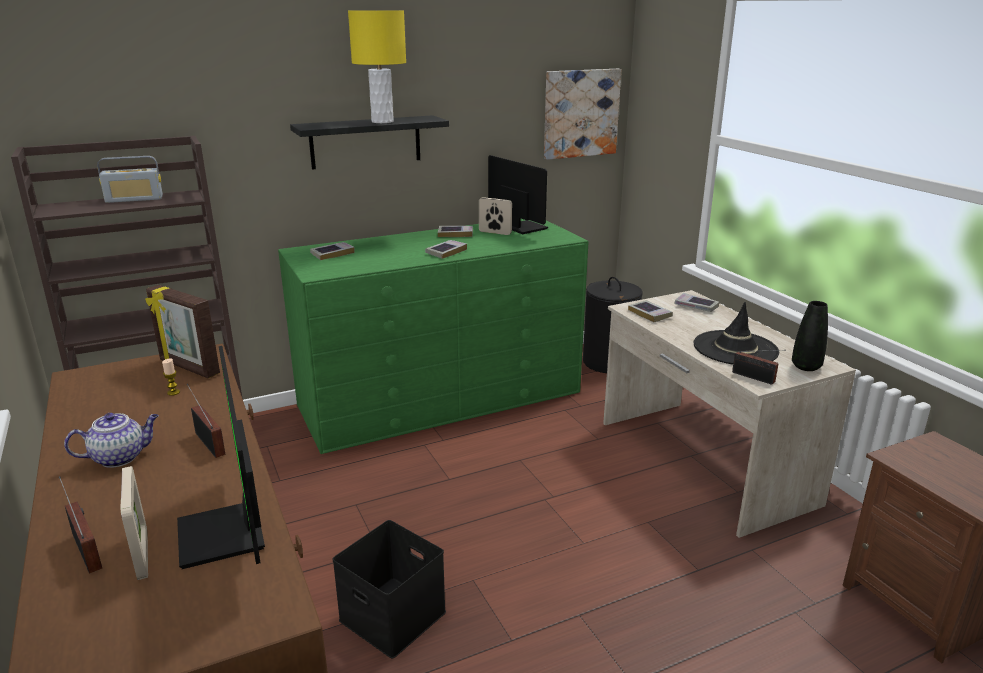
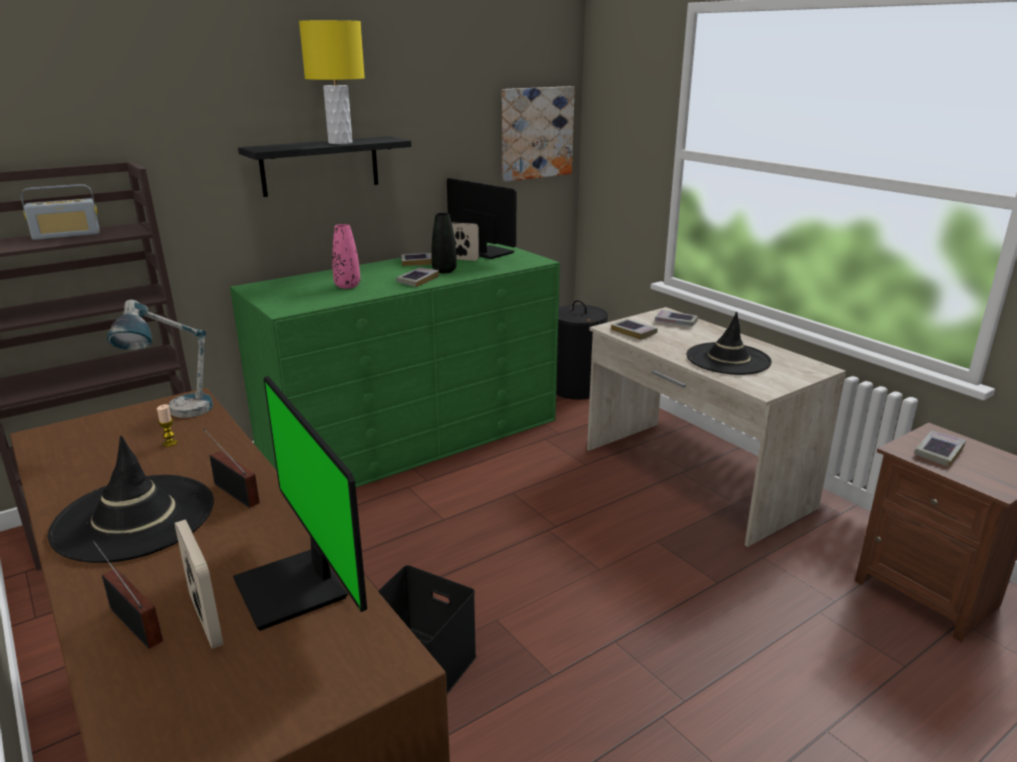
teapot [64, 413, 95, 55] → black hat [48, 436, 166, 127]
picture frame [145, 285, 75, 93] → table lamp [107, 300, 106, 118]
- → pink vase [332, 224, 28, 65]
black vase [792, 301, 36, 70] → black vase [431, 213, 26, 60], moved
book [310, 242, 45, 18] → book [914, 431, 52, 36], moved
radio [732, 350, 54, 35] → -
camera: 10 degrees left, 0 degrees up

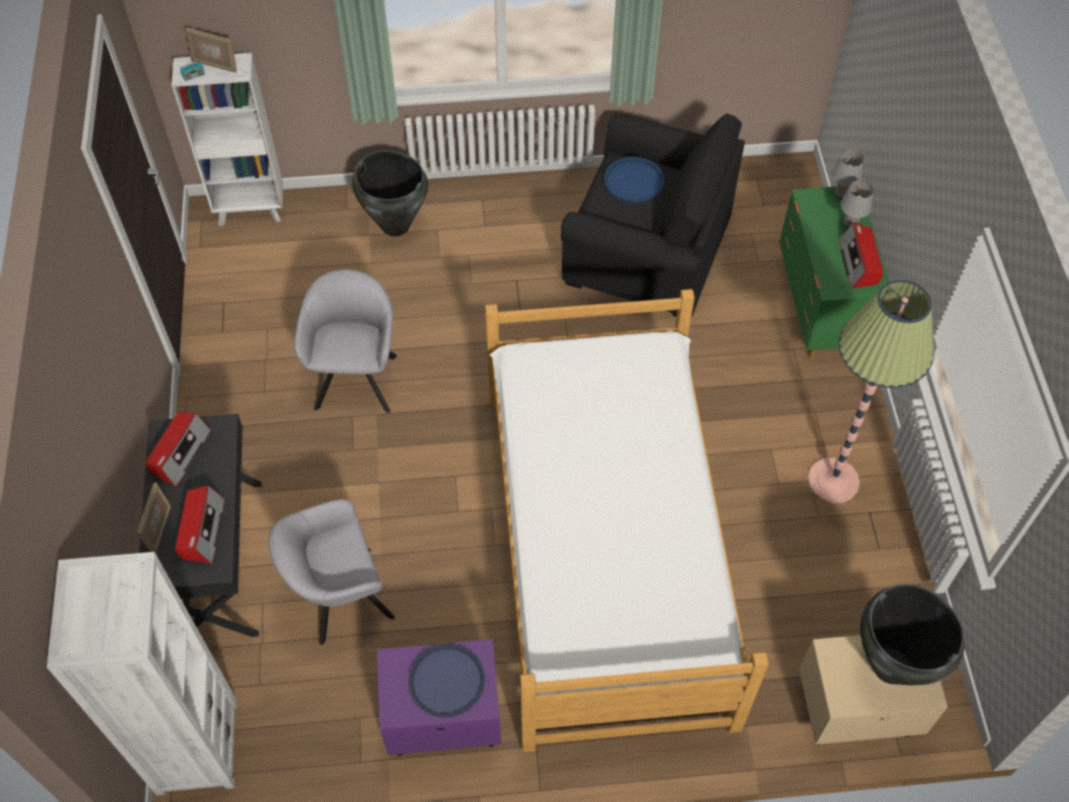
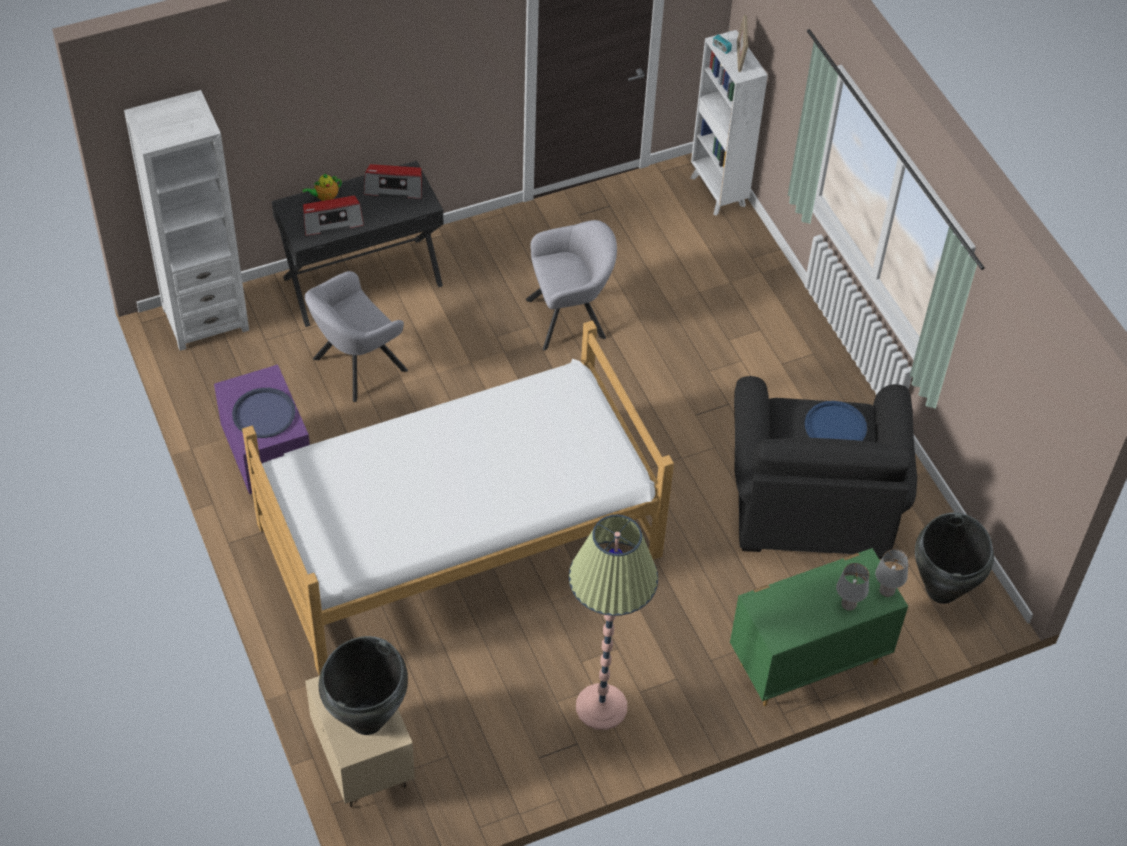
picture frame [137, 482, 34, 71] → teapot [303, 174, 39, 27]
grey armchair [269, 499, 126, 146] → grey armchair [305, 271, 103, 131], 90 degrees counterclockwise
black vase [352, 150, 76, 87] → black vase [915, 512, 79, 92], moved
radio [839, 223, 44, 66] → -
camera: 70 degrees right, 5 degrees down

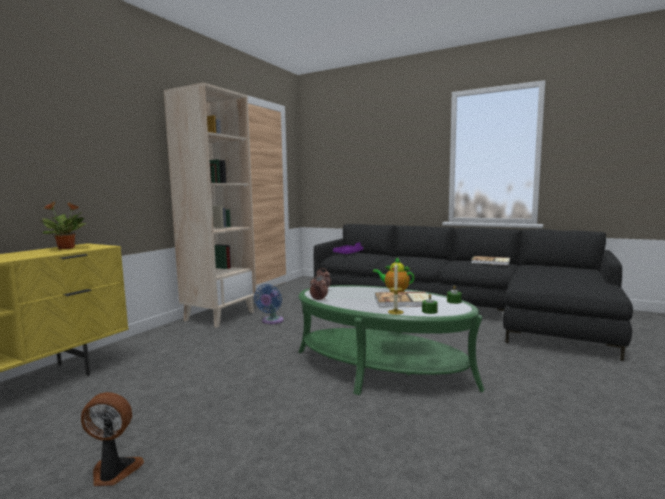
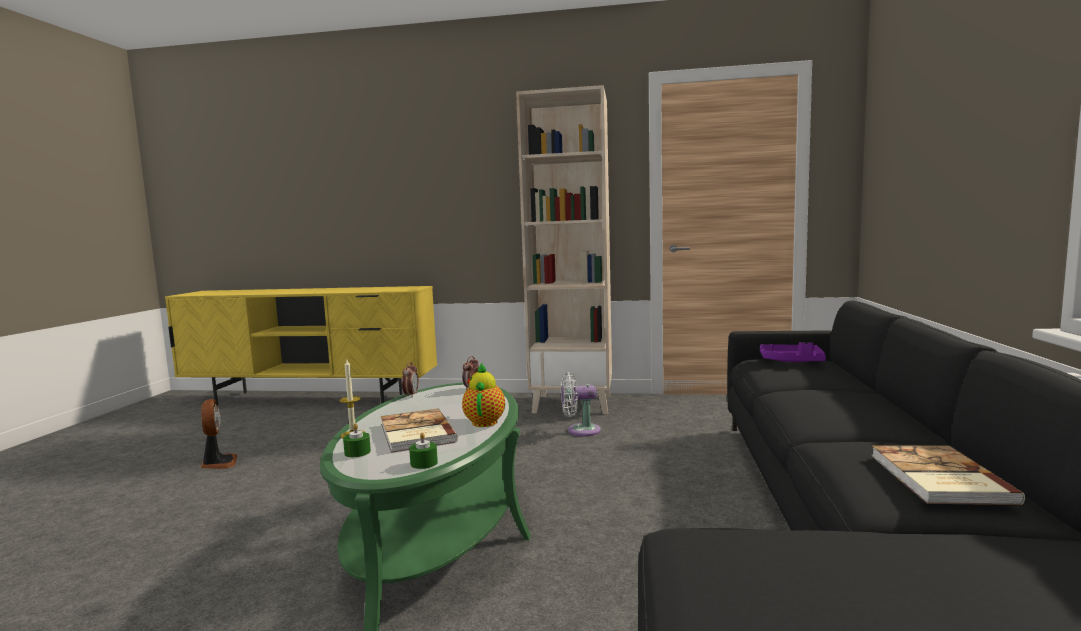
blue fan [254, 284, 30, 40] → white fan [561, 372, 40, 64]
potted plant [39, 201, 47, 48] → -
camera: 70 degrees right, 0 degrees up

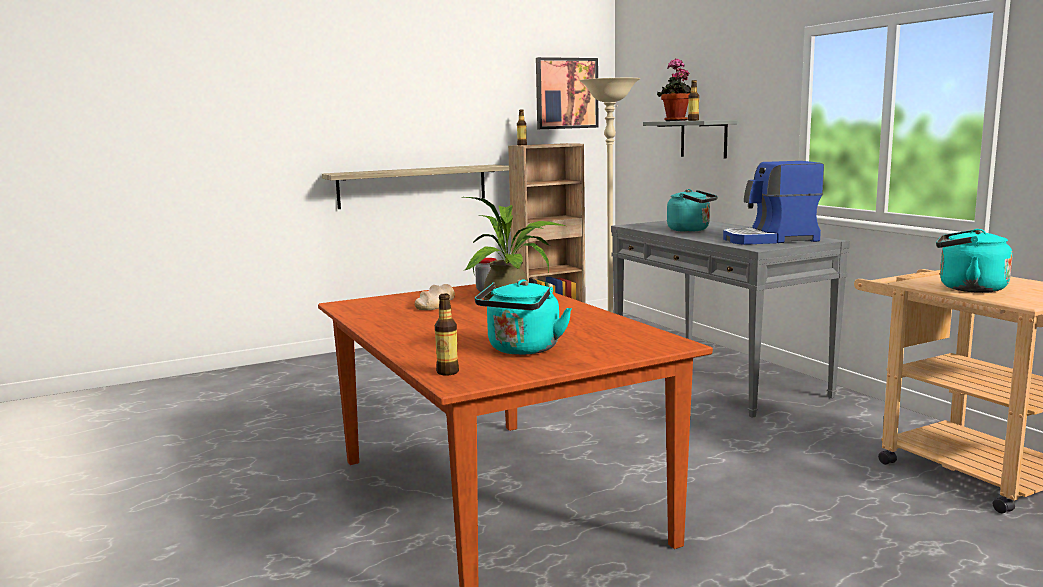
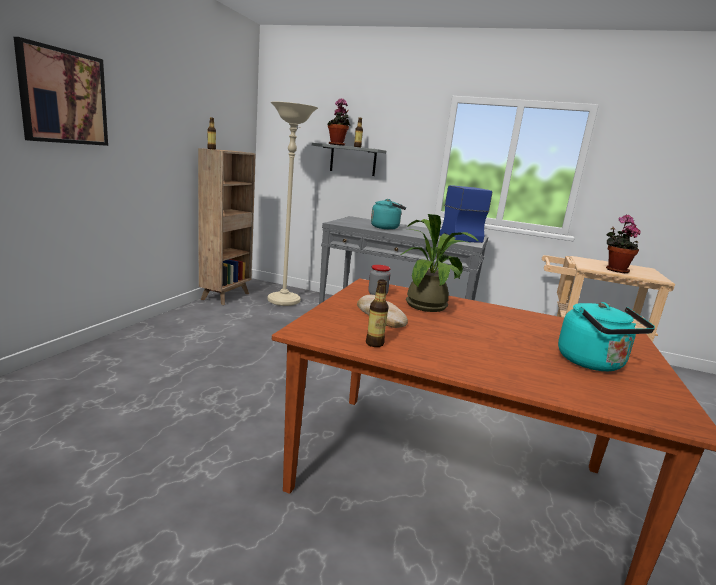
picture [536, 57, 62, 72] → picture [14, 37, 94, 109], moved
bottle [435, 294, 24, 82] → bottle [366, 279, 23, 68], moved
coffee machine [723, 161, 101, 84] → coffee machine [439, 185, 53, 58], 120 degrees clockwise
turquoise kettle [936, 229, 76, 64] → potted plant [606, 215, 35, 58]
shelf [322, 165, 187, 44] → -
camera: 45 degrees left, 5 degrees up

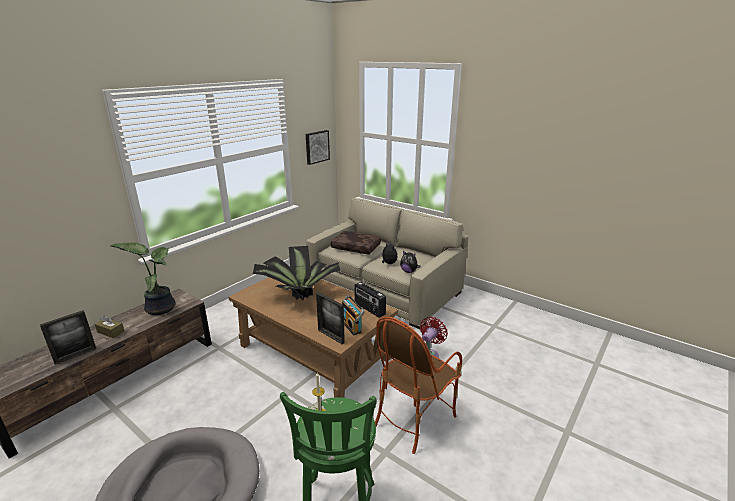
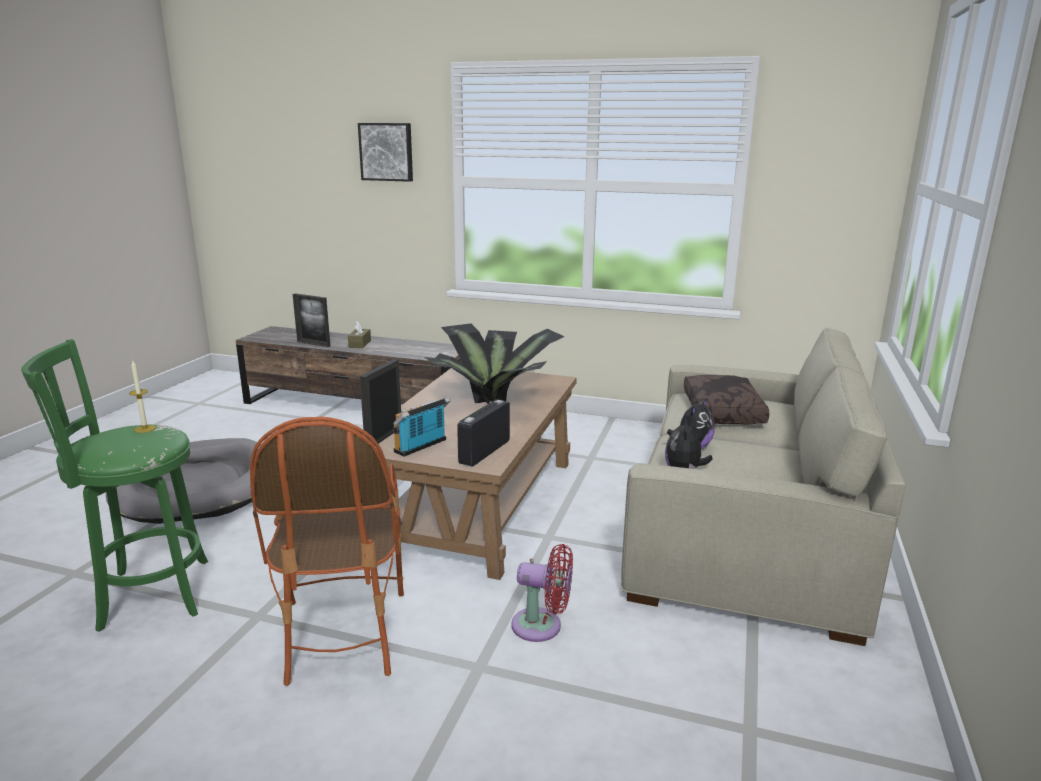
armchair [375, 317, 87, 137] → armchair [250, 417, 154, 269], 120 degrees counterclockwise
picture [306, 130, 24, 35] → picture [358, 123, 55, 59], moved
potted plant [110, 242, 66, 73] → -
camera: 70 degrees right, 5 degrees down

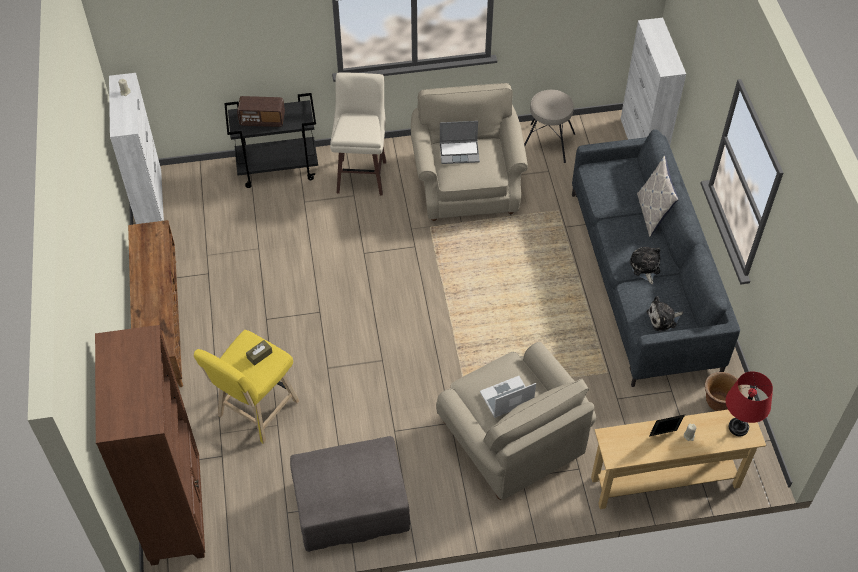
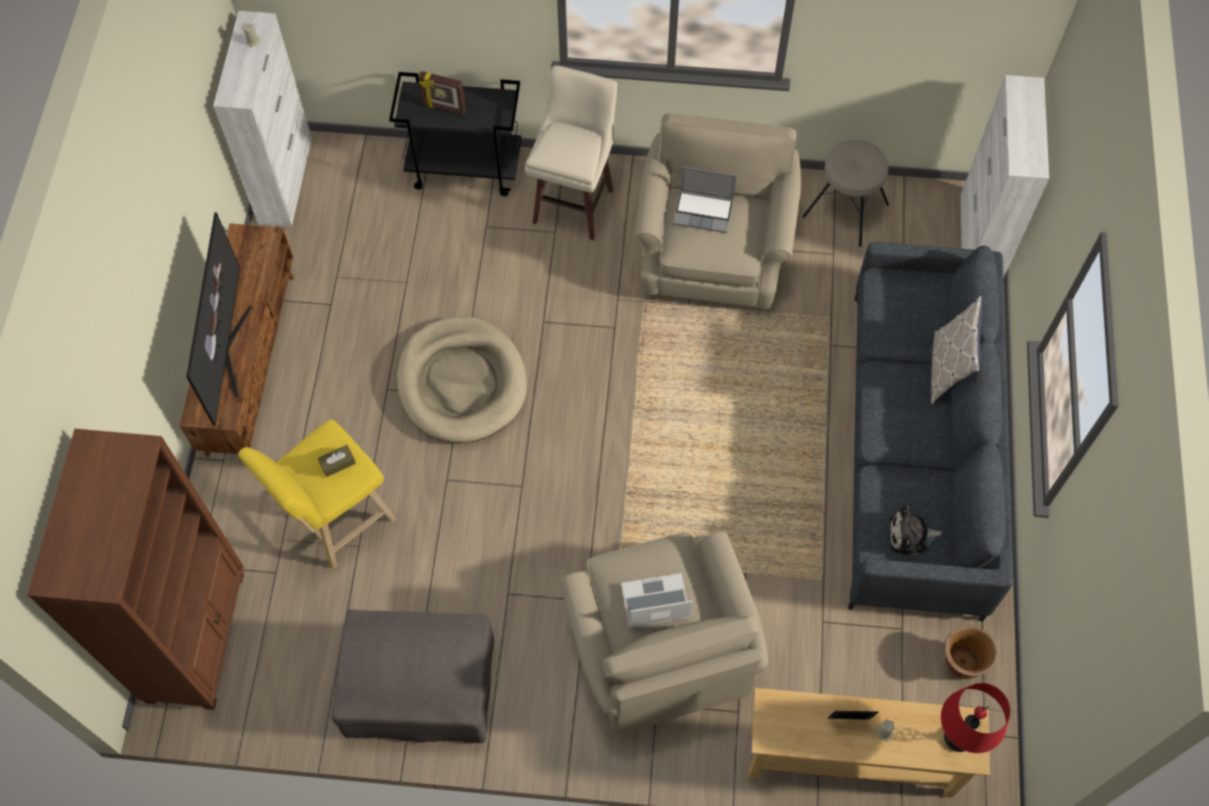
- → television [186, 212, 66, 214]
- → beige dog bed [397, 316, 130, 127]
radio [237, 96, 48, 31] → picture frame [418, 71, 48, 44]
plush toy [630, 247, 30, 37] → -
camera: 15 degrees right, 10 degrees up

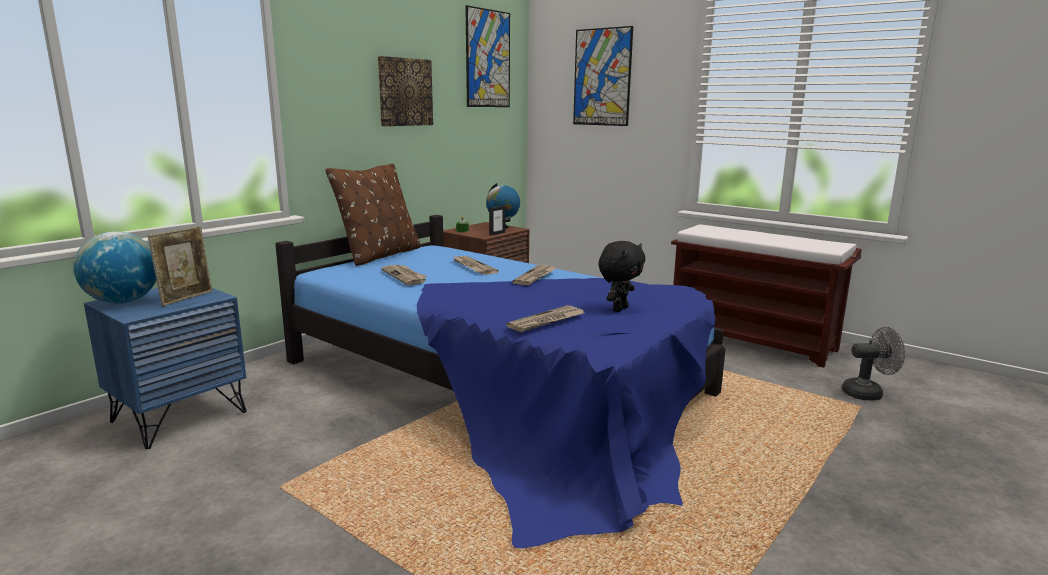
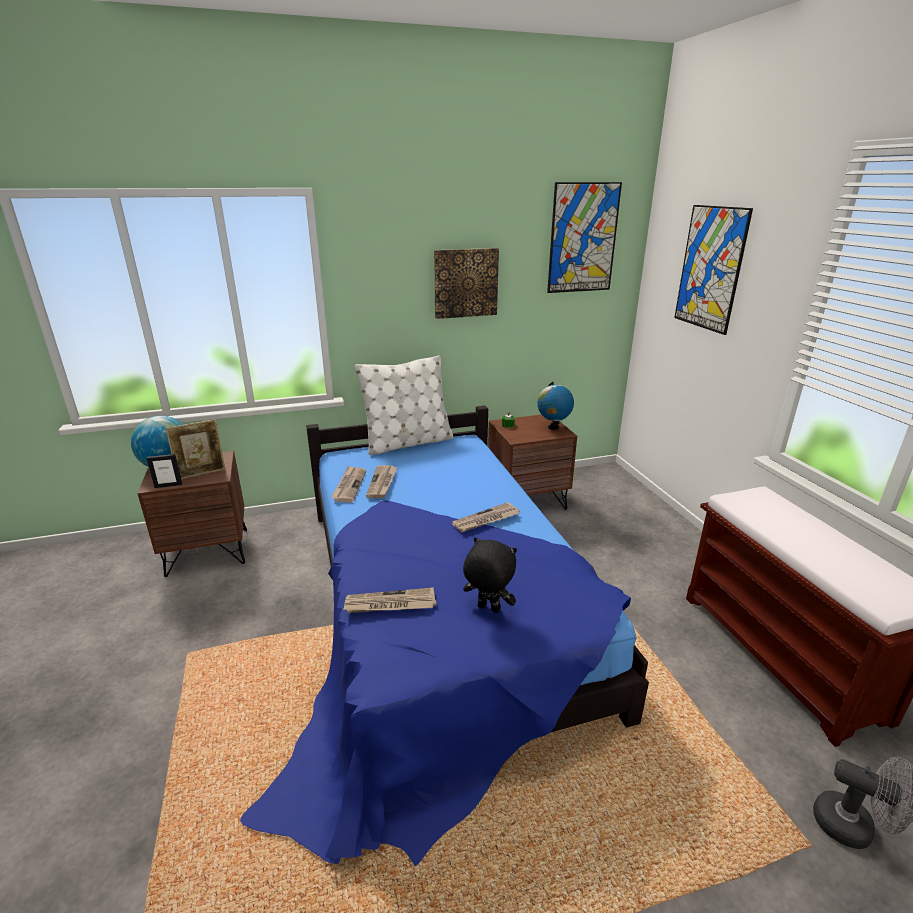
blue nightstand [84, 288, 162, 161] → brown nightstand [137, 451, 110, 126]
picture frame [489, 206, 16, 30] → picture frame [147, 454, 35, 34], moved
newspaper [453, 256, 46, 19] → newspaper [330, 466, 36, 36], moved
brown pillow [325, 163, 96, 103] → white pillow [355, 355, 98, 100]
black plush toy [598, 241, 48, 71] → black plush toy [463, 537, 54, 76], 135 degrees counterclockwise
camera: 35 degrees right, 10 degrees up

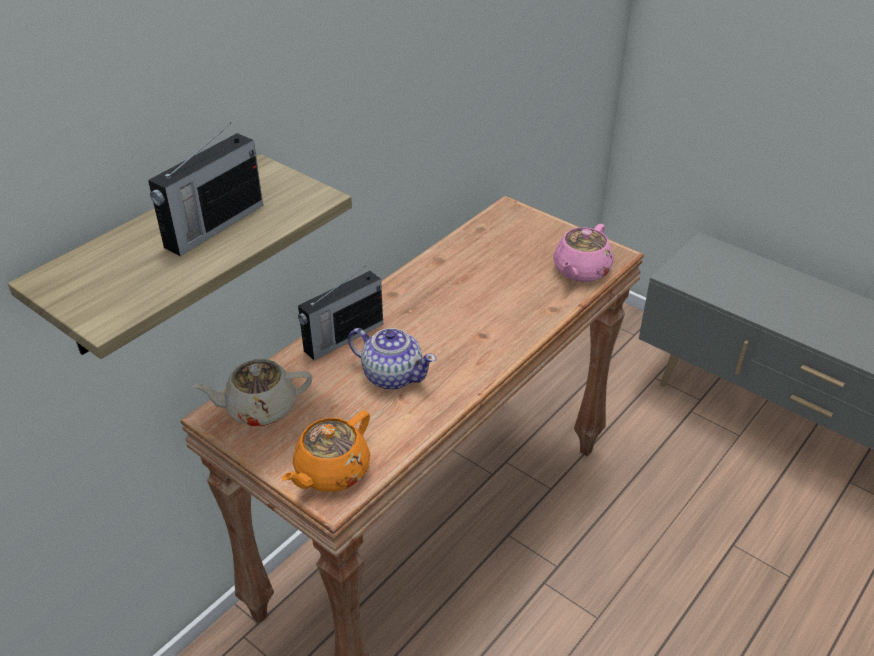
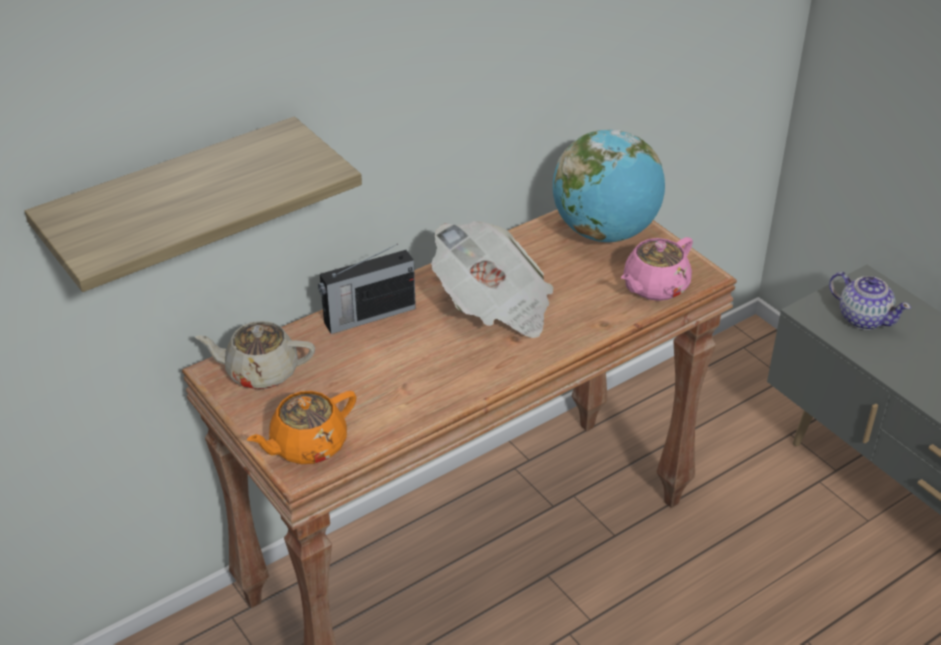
- → newspaper [431, 221, 123, 117]
- → globe [553, 130, 112, 112]
teapot [348, 328, 88, 62] → teapot [829, 272, 82, 58], moved
radio [148, 122, 115, 134] → -
camera: 15 degrees right, 0 degrees up

